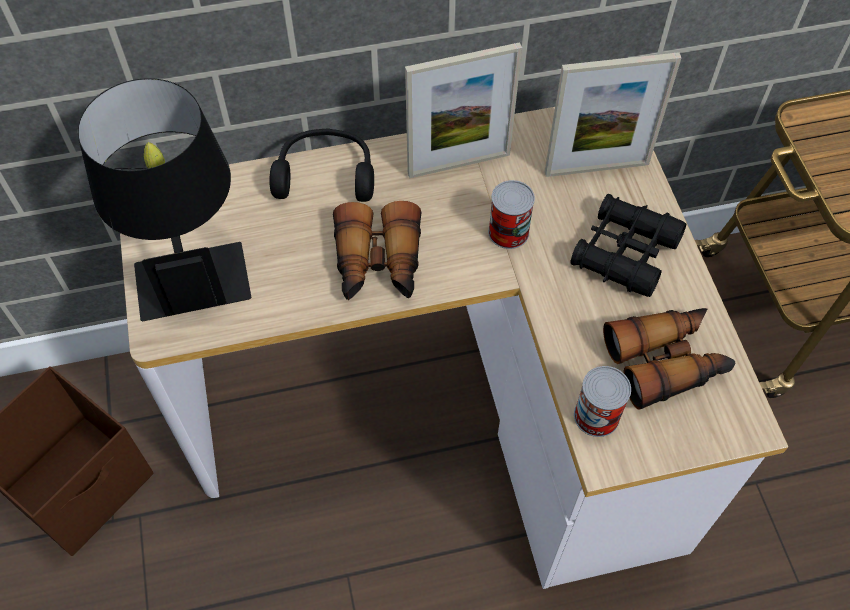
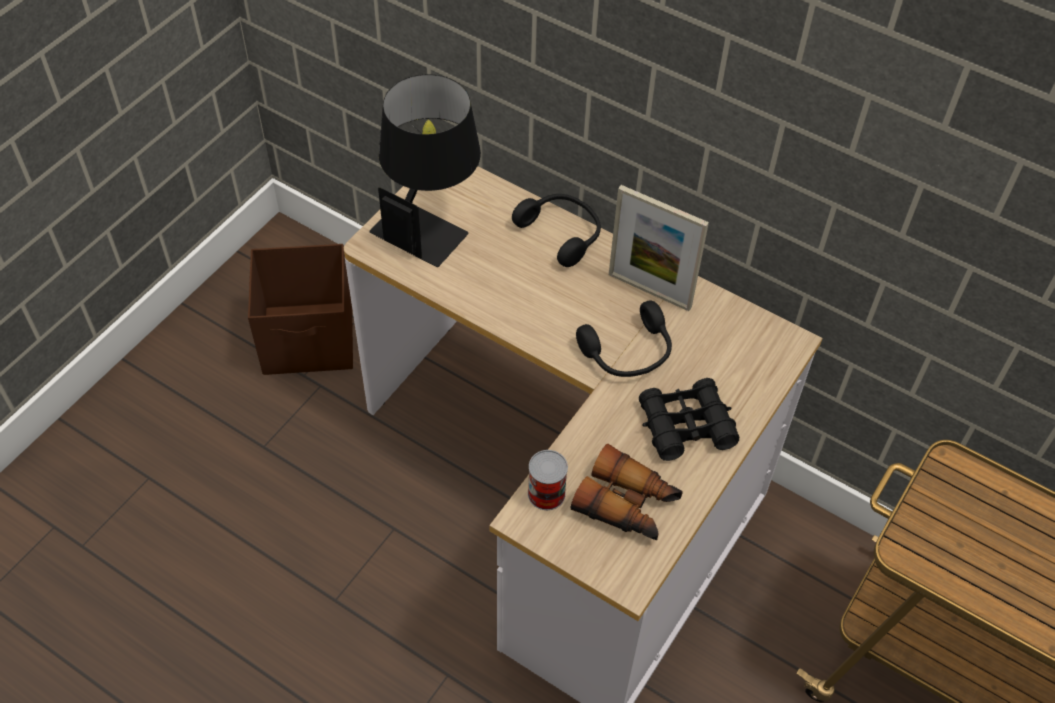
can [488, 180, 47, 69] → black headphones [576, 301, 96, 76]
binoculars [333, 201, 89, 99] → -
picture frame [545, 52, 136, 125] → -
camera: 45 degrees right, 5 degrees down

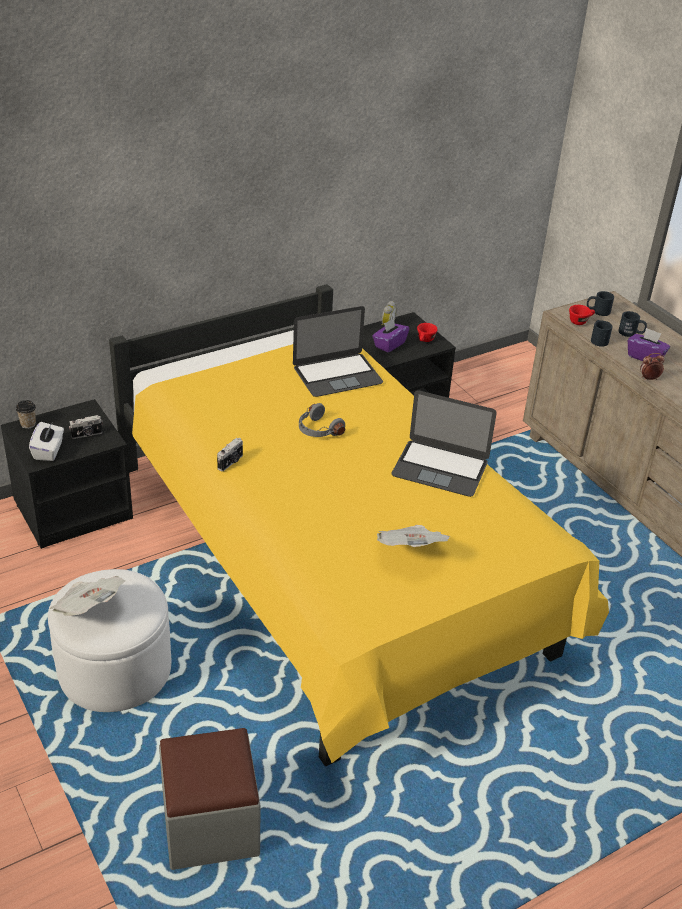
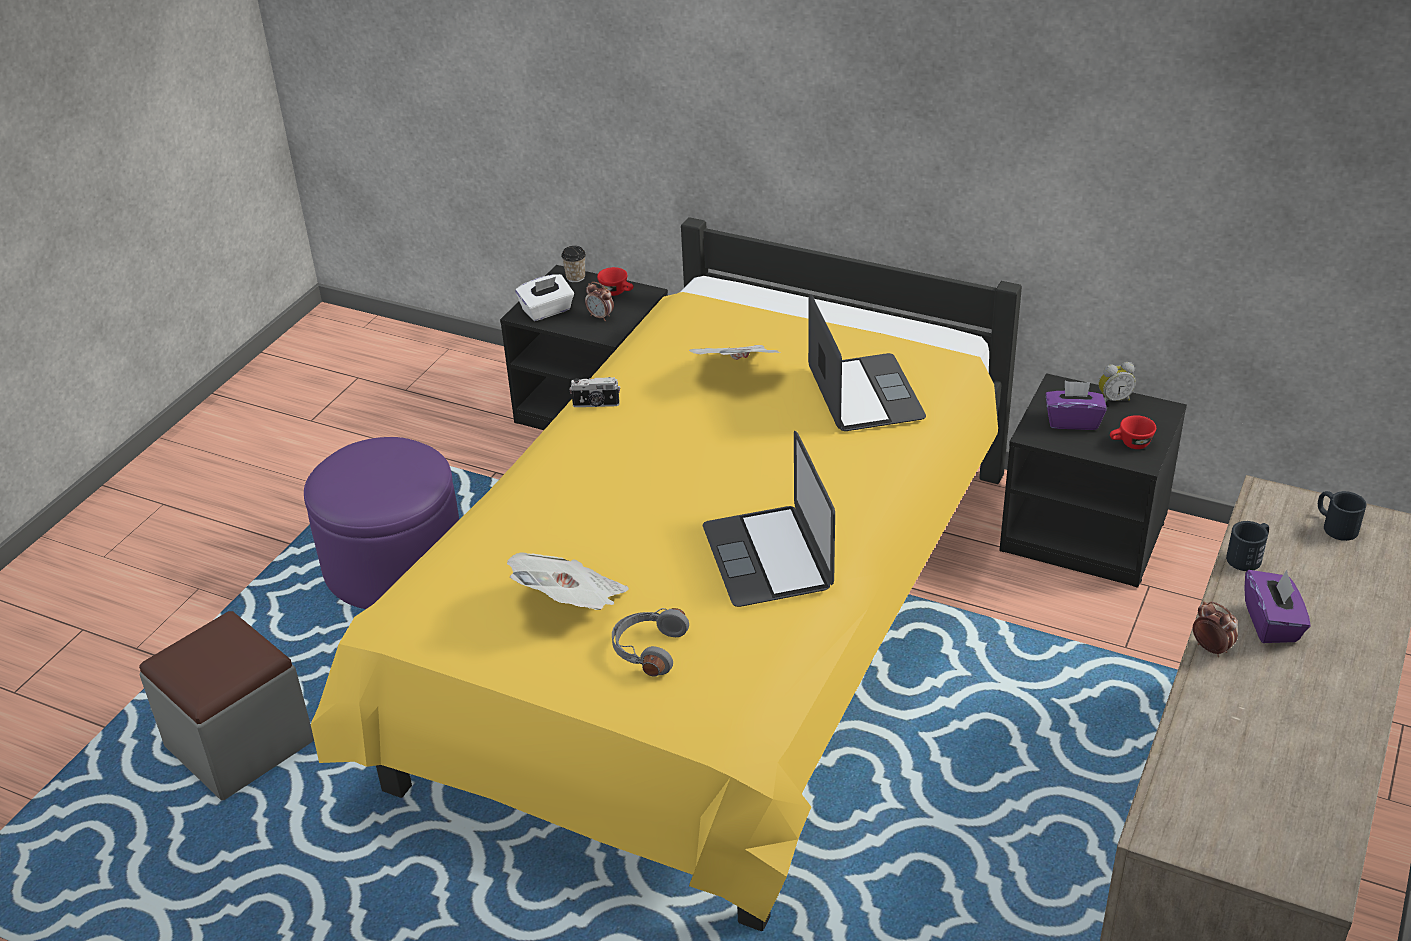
white ottoman [48, 569, 123, 143] → purple ottoman [304, 437, 155, 172]
photo camera [69, 415, 34, 24] → alarm clock [585, 282, 29, 39]
red cup [569, 305, 26, 20] → red cup [597, 267, 37, 29], moved
grey headphones [299, 403, 46, 34] → grey headphones [612, 608, 77, 69], moved
newspaper [49, 576, 77, 40] → newspaper [689, 345, 93, 15], moved
laptop [293, 306, 90, 91] → laptop [808, 294, 118, 137], 135 degrees counterclockwise
black mug [618, 311, 29, 26] → -
camera: 60 degrees right, 0 degrees up

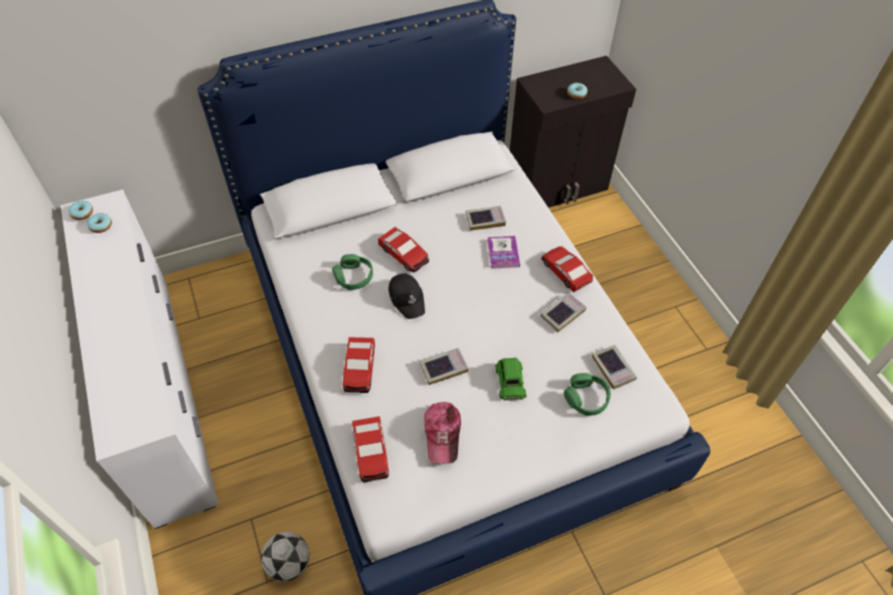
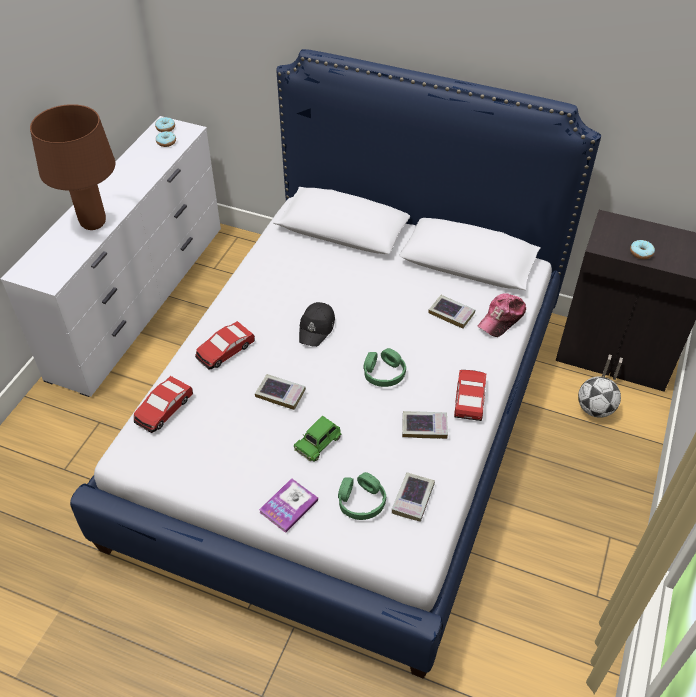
- → brown table lamp [30, 104, 86, 126]
book [487, 236, 33, 33] → book [259, 478, 59, 55], moved
green headphones [332, 254, 41, 36] → green headphones [363, 348, 43, 39], moved
cap [424, 402, 37, 62] → cap [478, 293, 48, 44], moved
football [261, 532, 48, 50] → football [578, 376, 43, 41], moved
toy car [378, 227, 51, 45] → -
camera: 45 degrees right, 5 degrees down

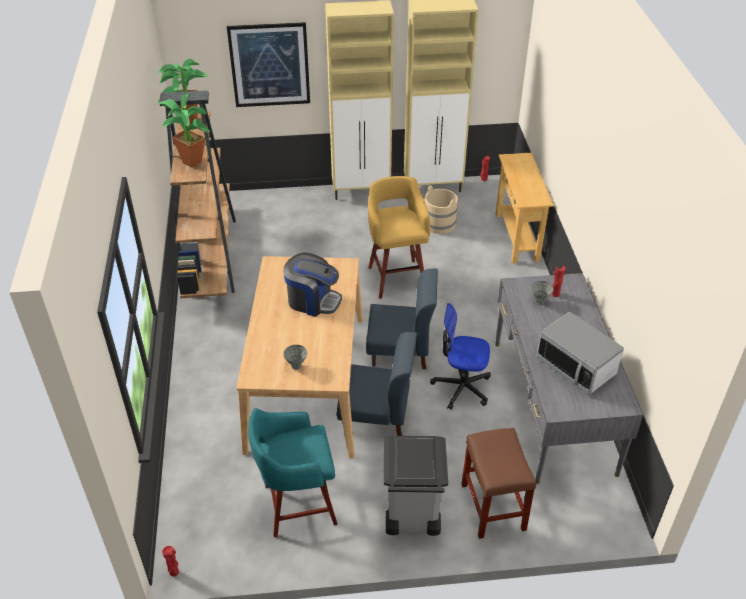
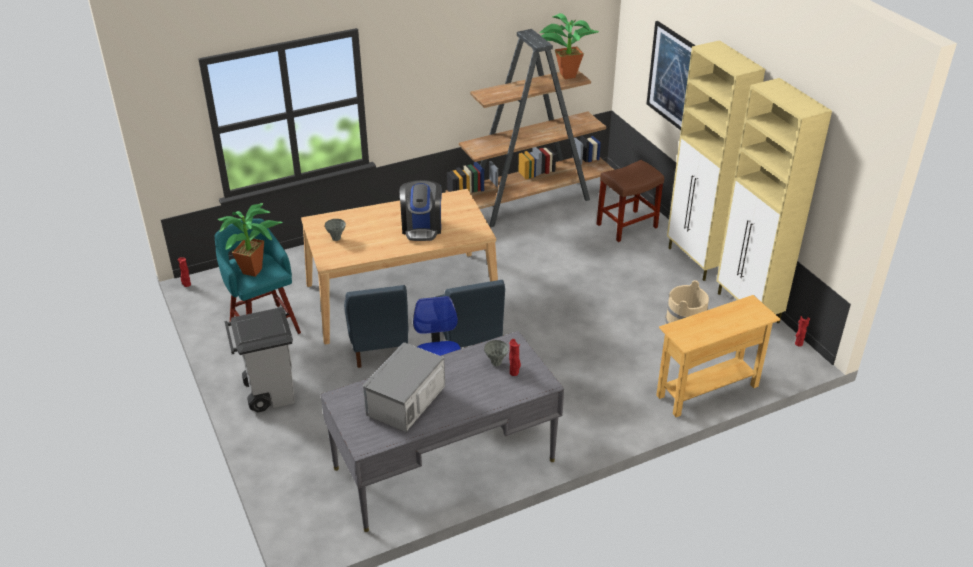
potted plant [159, 94, 51, 74] → potted plant [218, 203, 64, 74], moved
brown stool [462, 428, 74, 111] → brown stool [597, 160, 67, 82], moved
yellow stool [368, 176, 62, 123] → -
camera: 70 degrees right, 5 degrees down

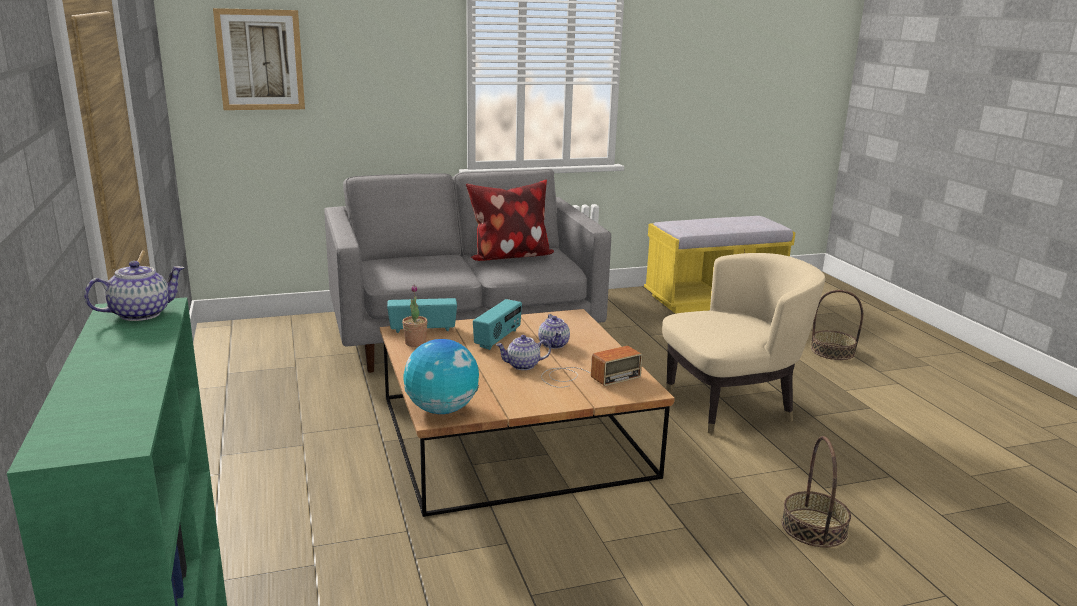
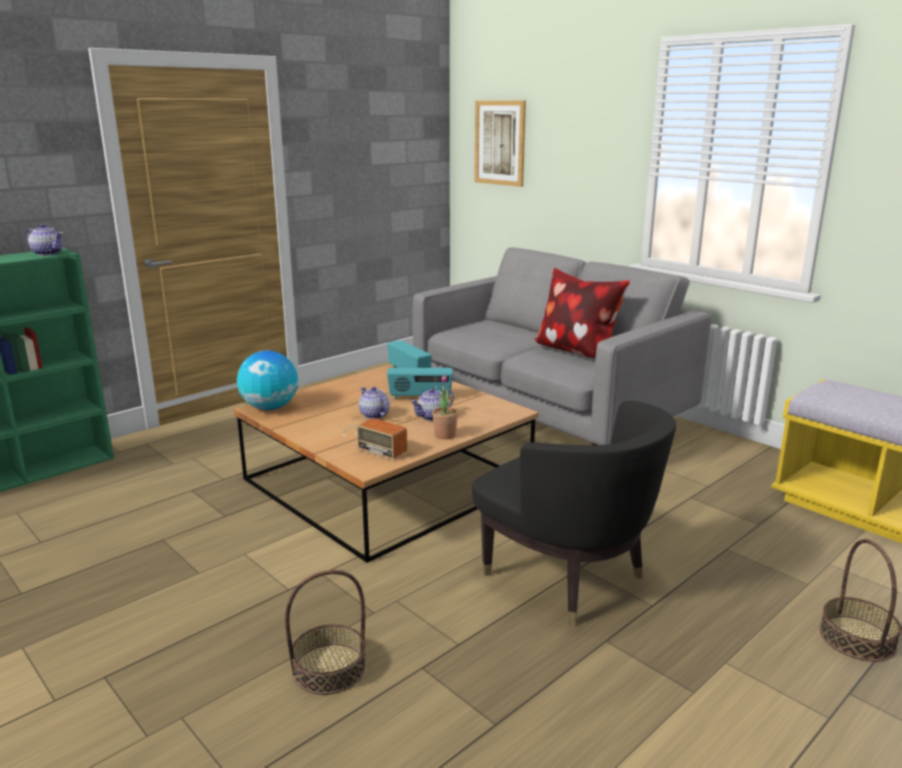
potted plant [402, 284, 26, 63] → potted plant [432, 375, 26, 64], moved
beige armchair [662, 253, 164, 181] → black armchair [472, 401, 204, 225]
camera: 65 degrees right, 0 degrees up

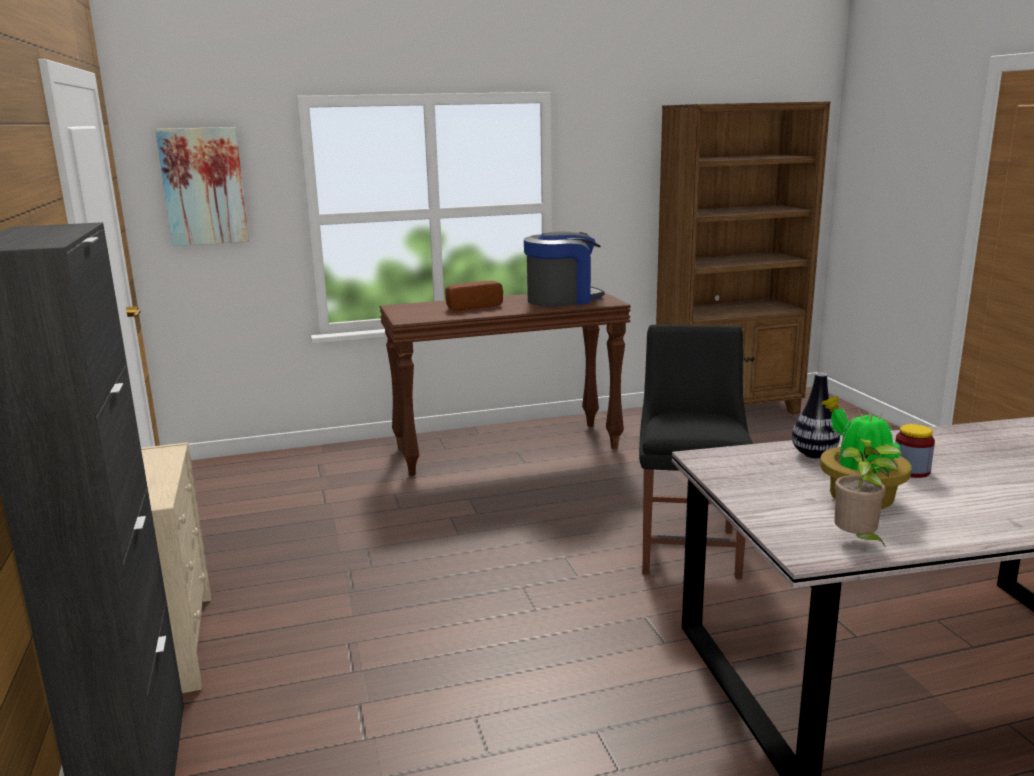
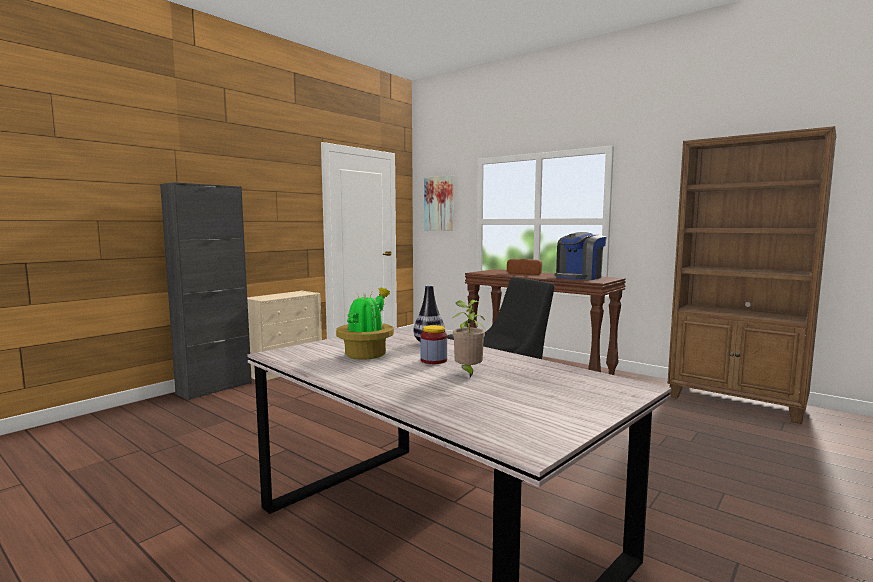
potted plant [834, 439, 67, 107] → potted plant [453, 300, 33, 78], moved
coffee machine [524, 232, 80, 75] → coffee machine [555, 232, 51, 48], 105 degrees clockwise
camera: 55 degrees right, 10 degrees down

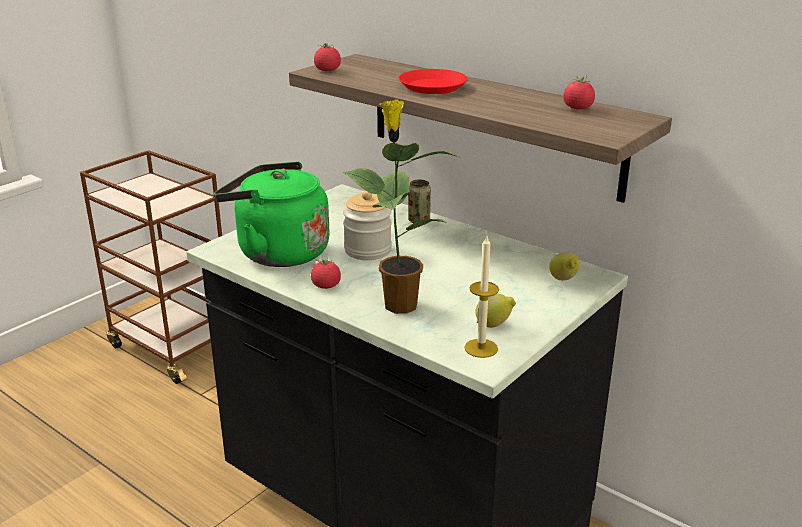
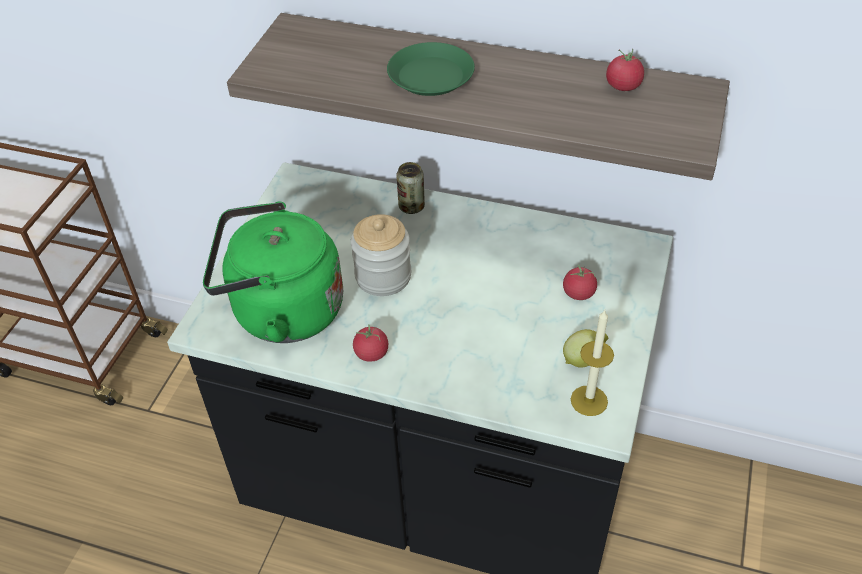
red plate [399, 69, 69, 25] → green plate [387, 42, 88, 54]
tomato [314, 43, 27, 28] → tomato [563, 265, 34, 35], moved
potted plant [343, 100, 116, 214] → -
lemon [549, 252, 31, 29] → -
camera: 20 degrees left, 20 degrees up

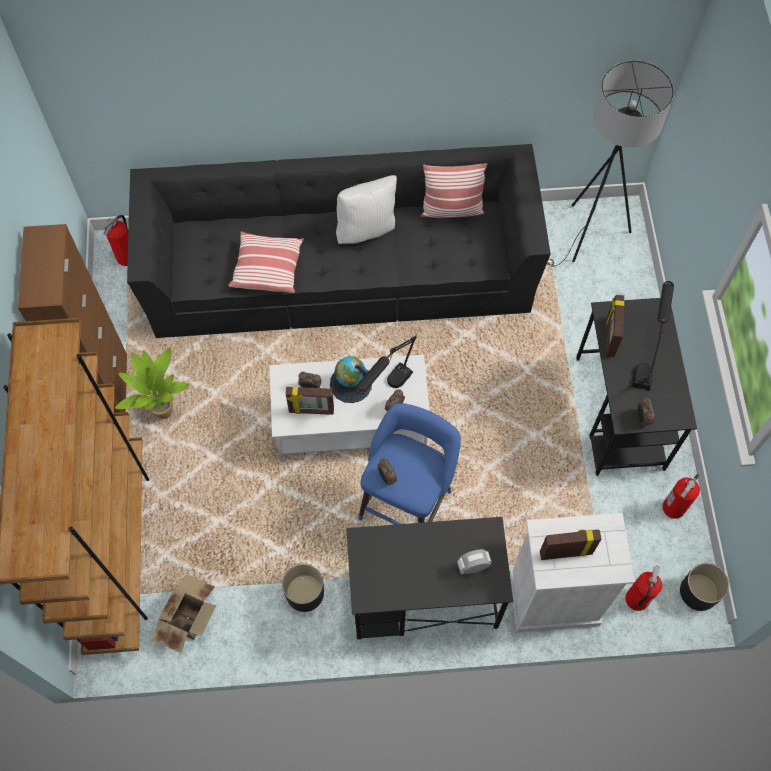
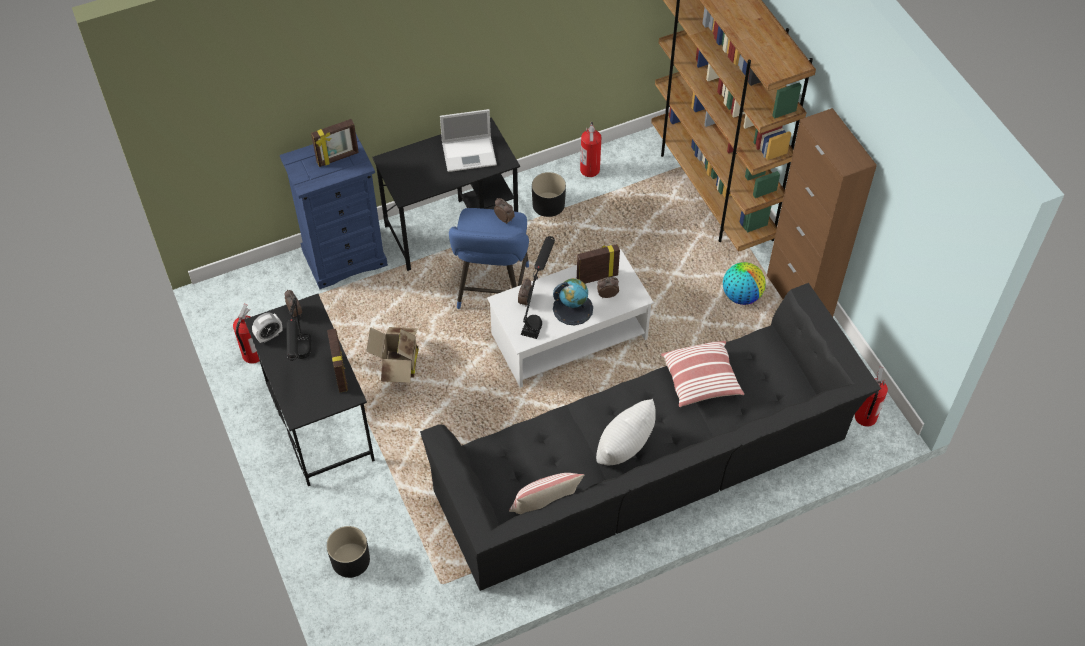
alarm clock [458, 549, 33, 25] → alarm clock [252, 313, 30, 30], moved
white dresser [509, 513, 126, 120] → blue dresser [280, 134, 108, 155]
black planter [680, 563, 49, 48] → black planter [326, 526, 44, 52], moved
cardboard box [152, 575, 65, 78] → cardboard box [366, 327, 53, 56], moved
- → laptop [440, 109, 57, 63]
fire extinguisher [625, 565, 37, 46] → fire extinguisher [580, 122, 22, 55], moved
potted plant [115, 348, 74, 71] → globe [723, 262, 43, 43]
grey floor lamp [546, 60, 128, 207] → -
camera: 160 degrees right, 10 degrees down

